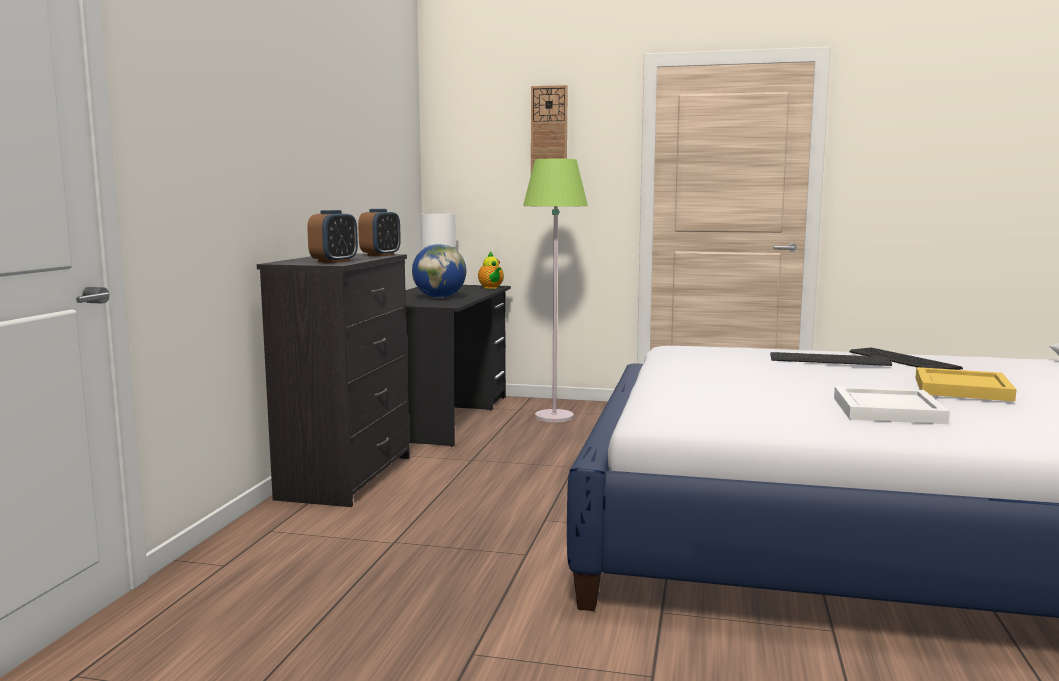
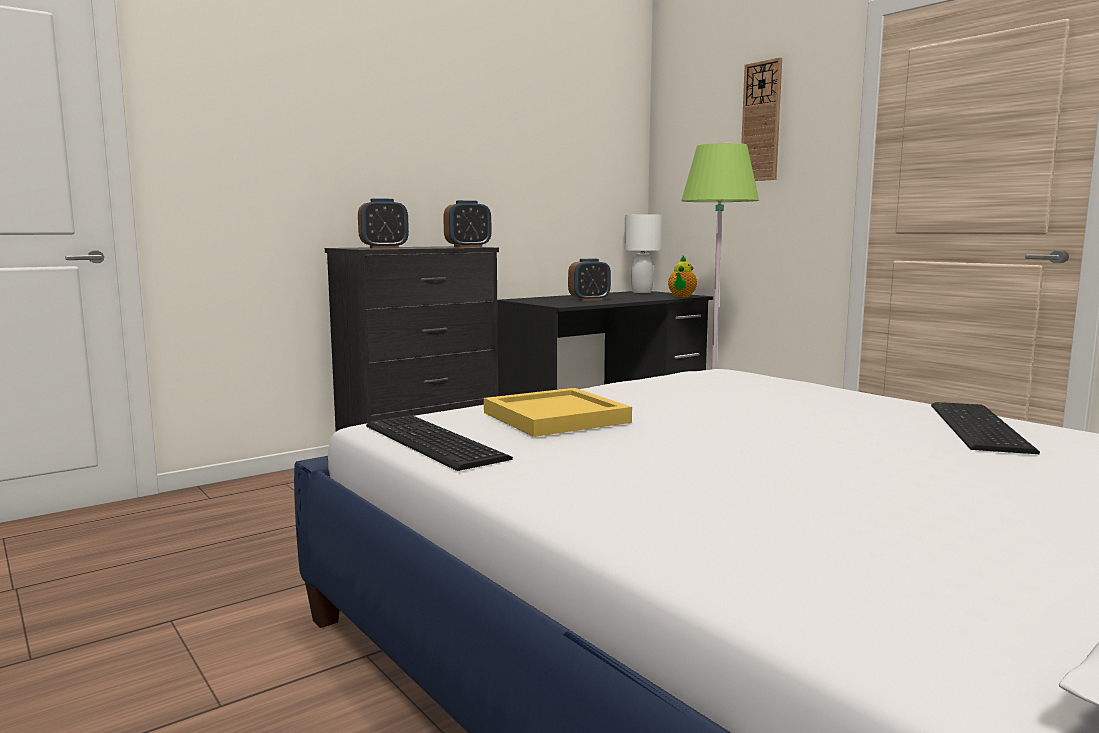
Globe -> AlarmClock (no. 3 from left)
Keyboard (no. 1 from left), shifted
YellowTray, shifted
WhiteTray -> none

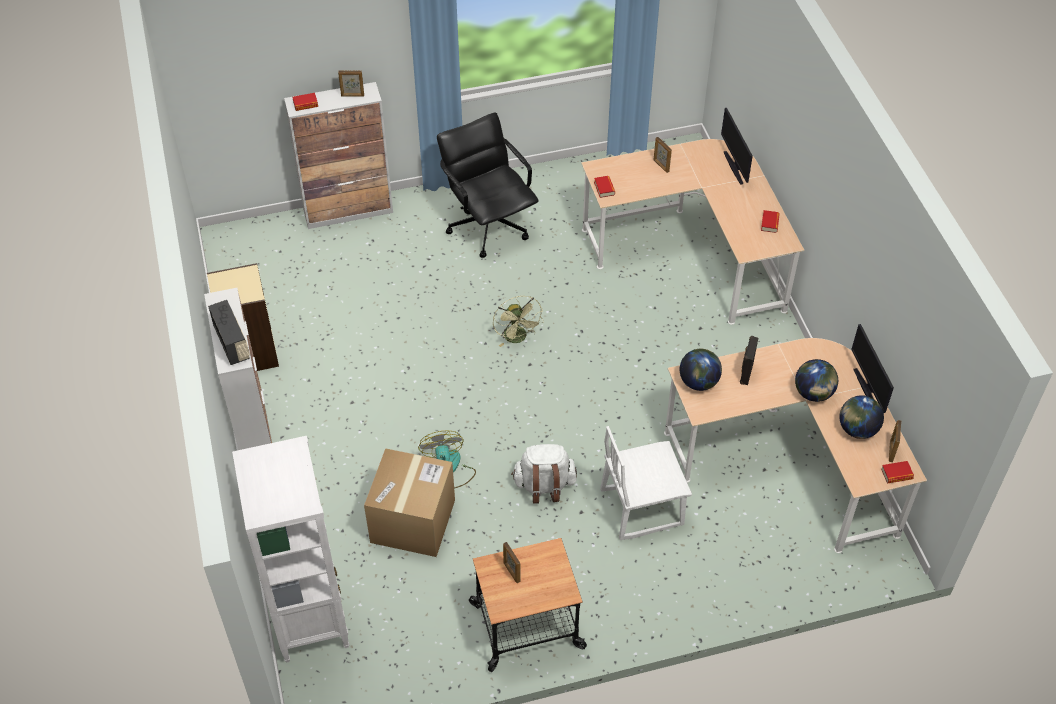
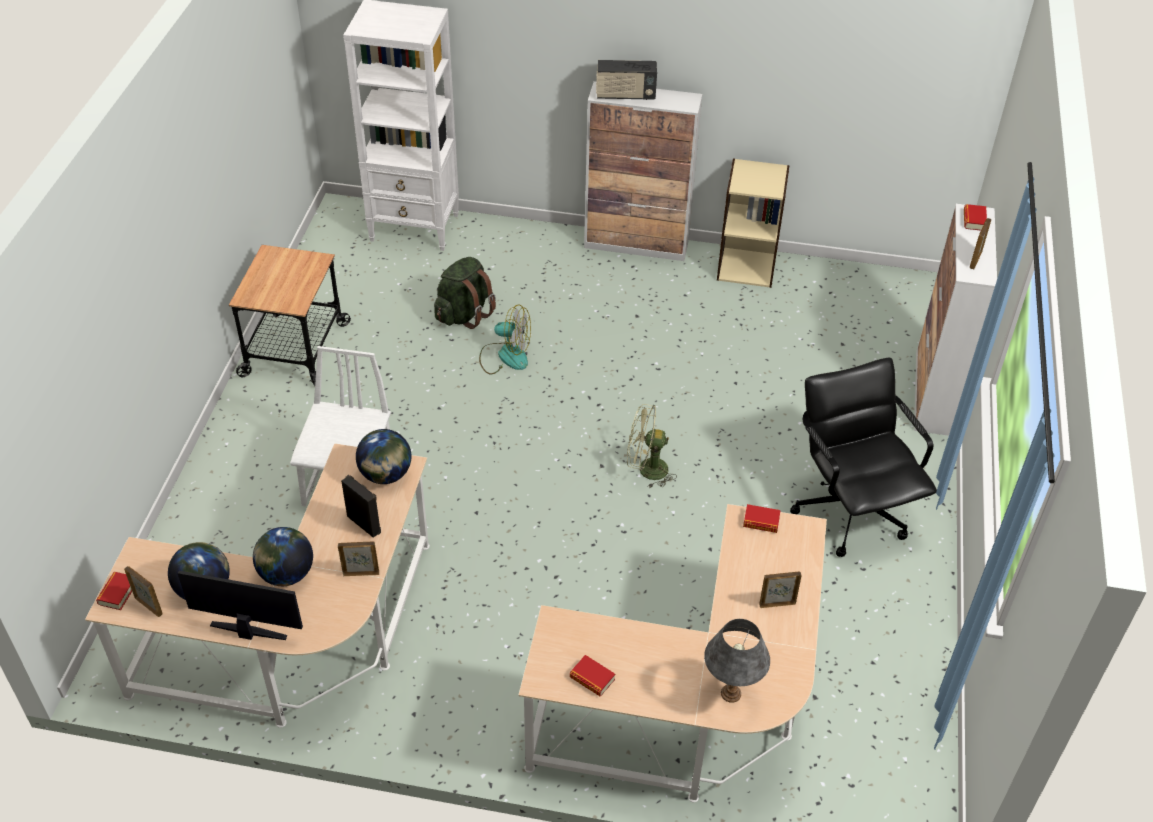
Monitor (no. 1 from left) -> GreyTableLamp
BlackOfficeChair, 105 degrees counterclockwise
WhiteBackpack -> none
CardboardBox -> GreenBackpack
PictureFrame (no. 2 from left), shifted

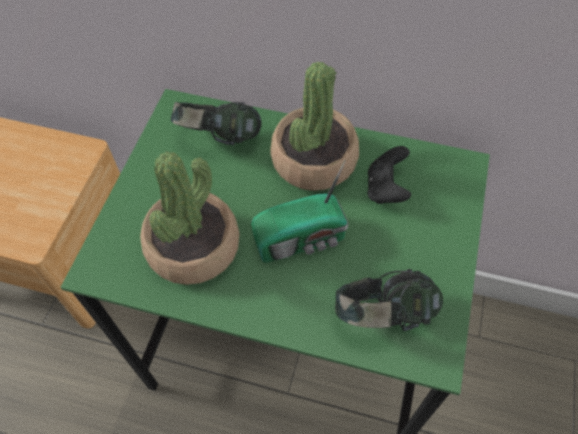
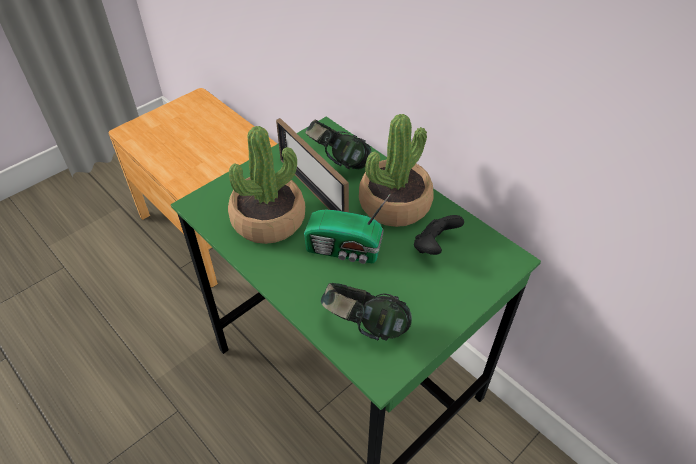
none -> PictureFrame

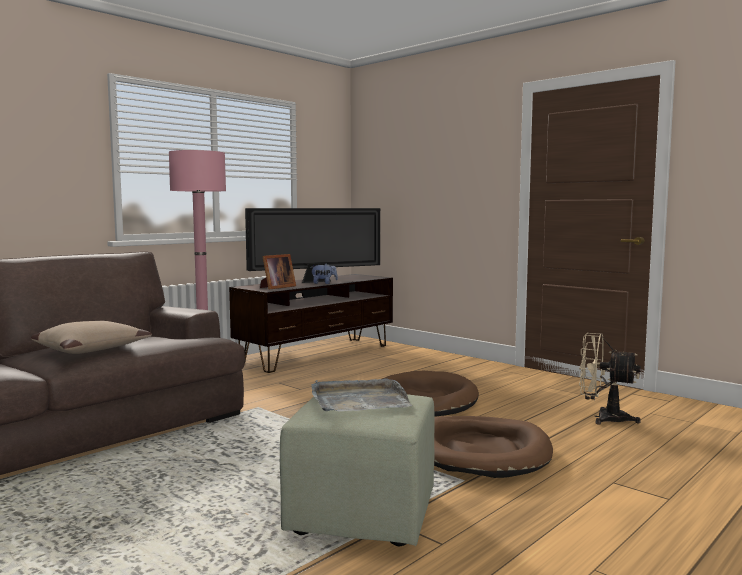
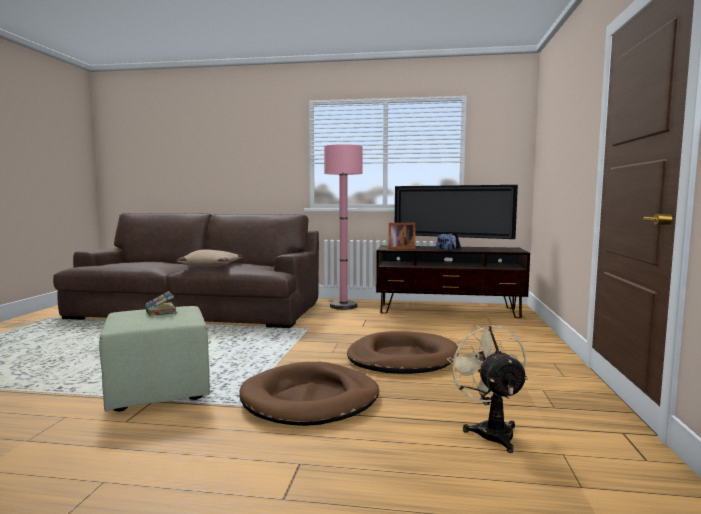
GreyTray -> Book

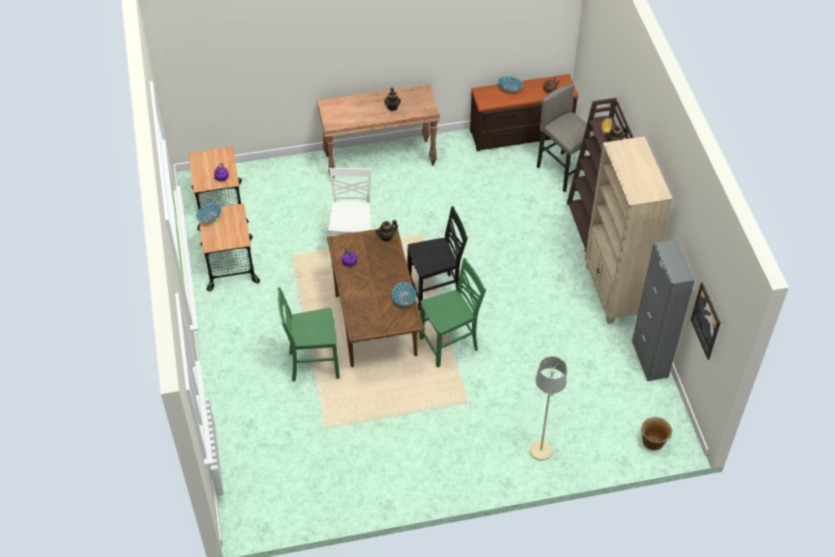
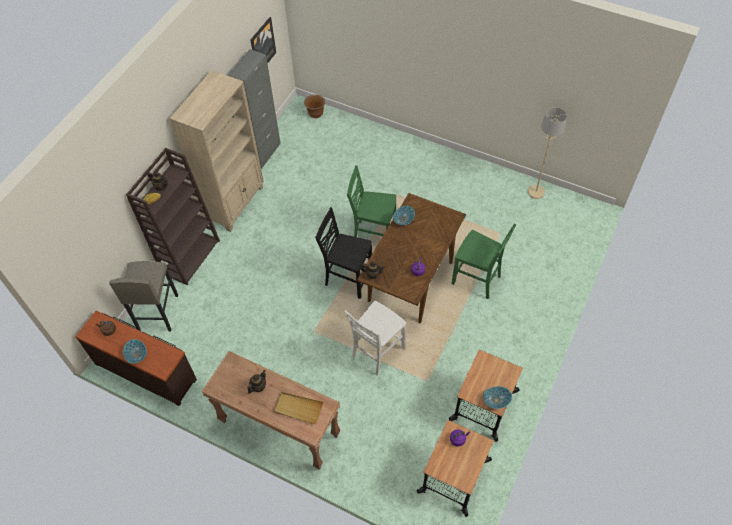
BeigeFloorLamp, shifted
none -> BeigeTray

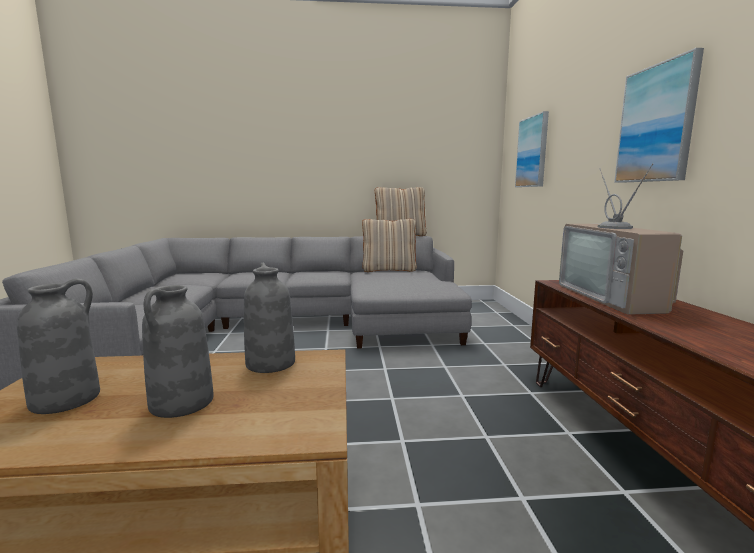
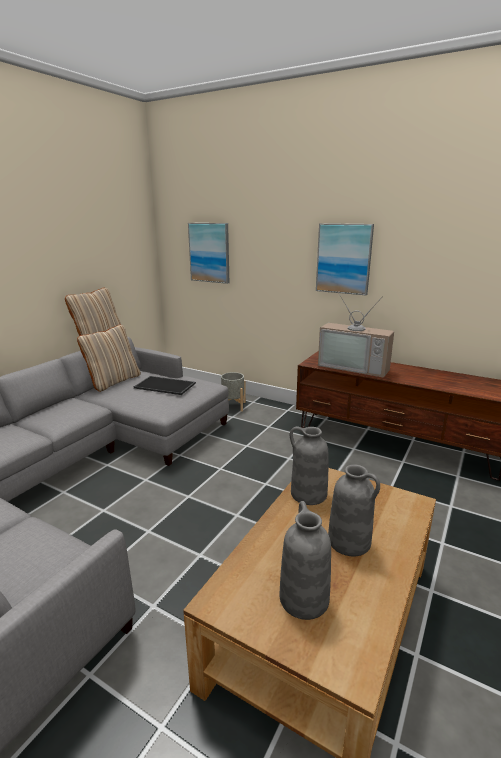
none -> GreyPlanter
none -> Tray

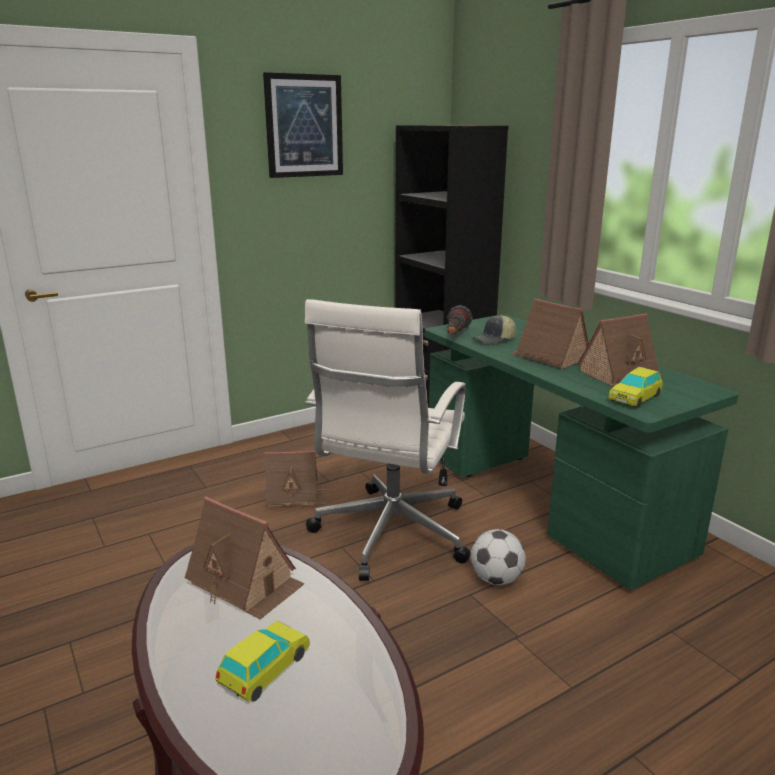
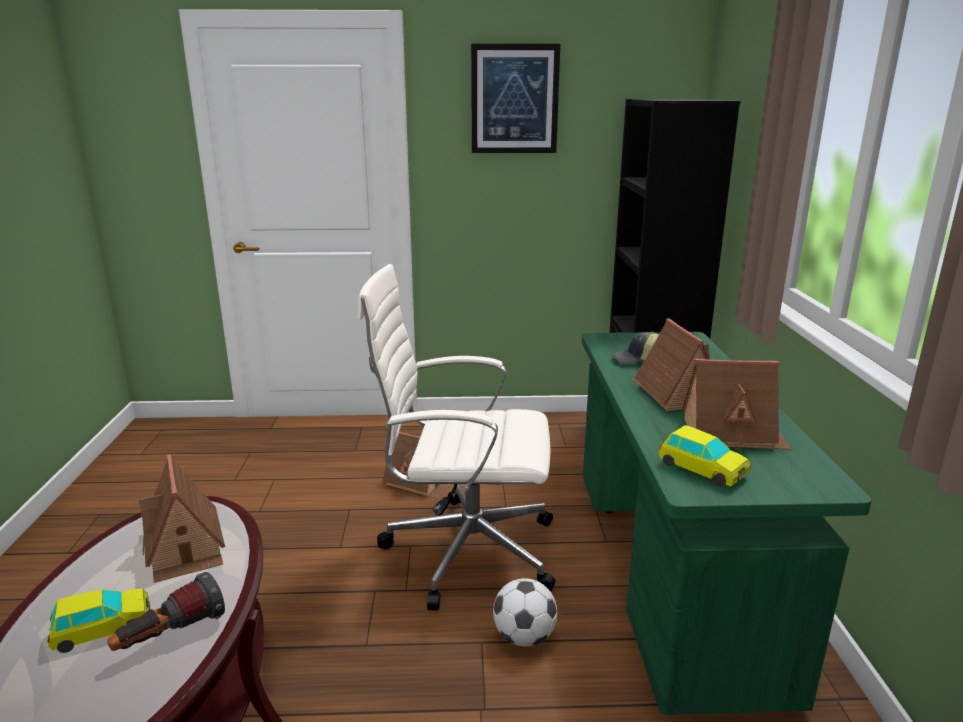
WhiteOfficeChair, 45 degrees clockwise
Flashlight, shifted
ToyCar (no. 2 from left), 120 degrees counterclockwise

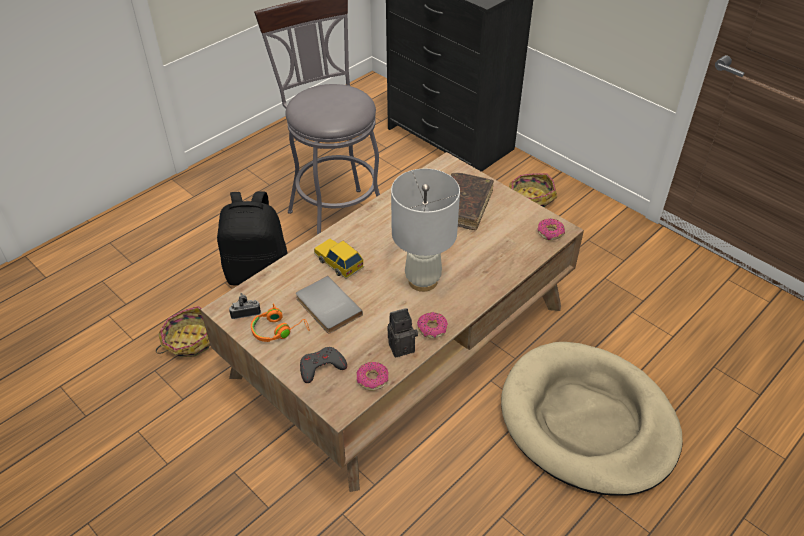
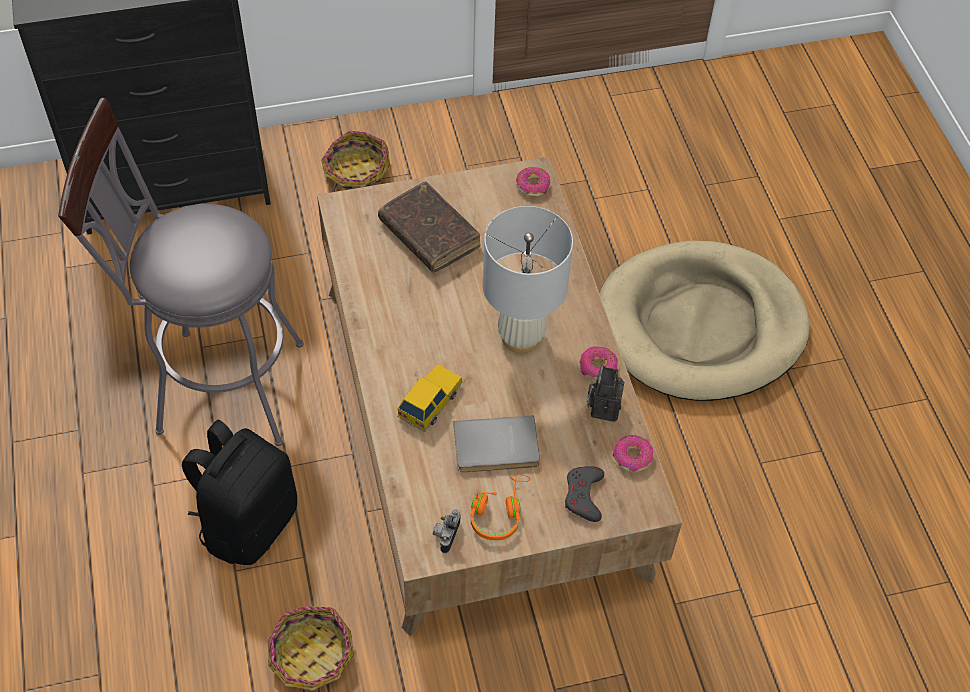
ToyCar, 135 degrees clockwise

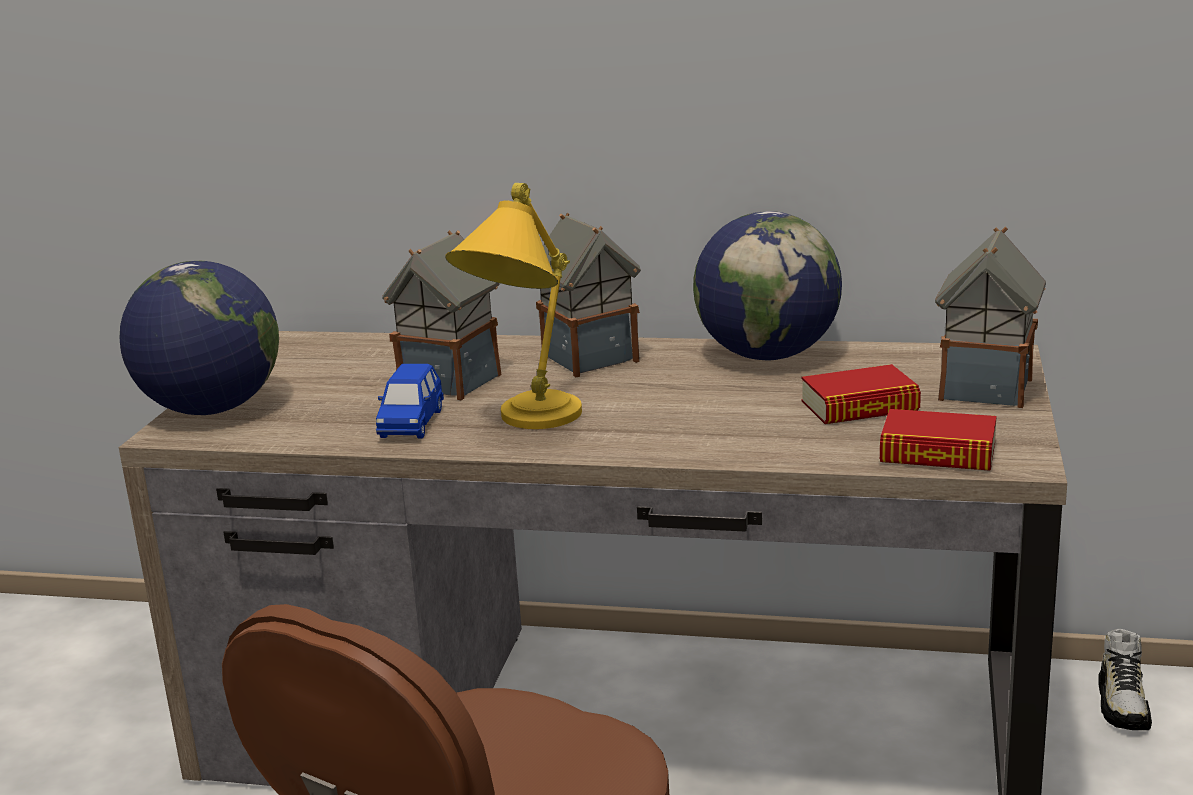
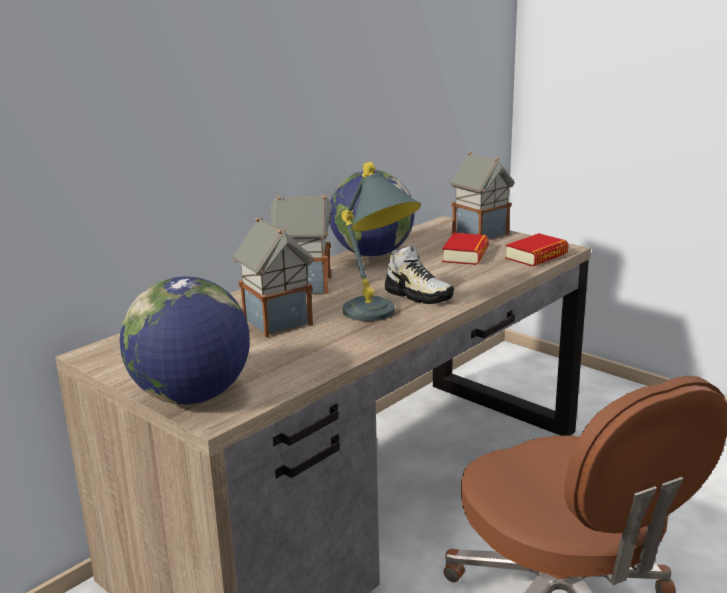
YellowTableLamp -> GreyTableLamp
BlueToyCar -> none
Shoe, shifted

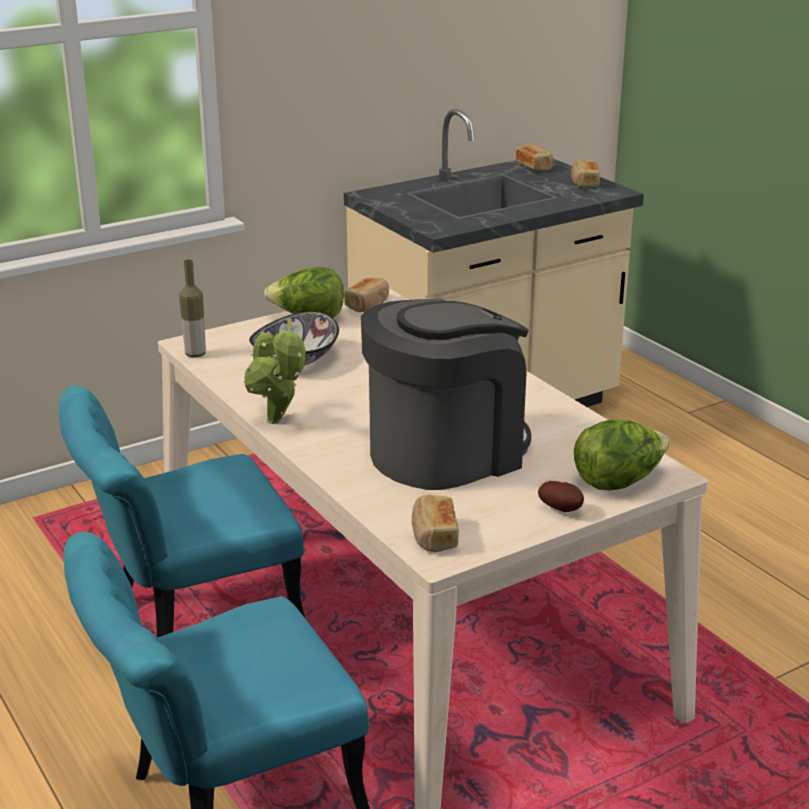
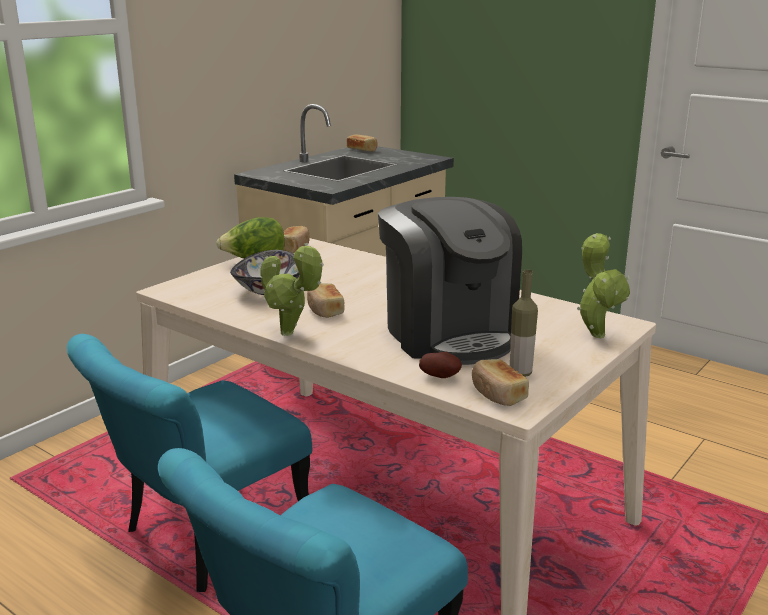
Bread (no. 4 from left in the first image) -> Bread (no. 2 from left), shifted
Bottle, shifted
CoffeeMachine, 120 degrees clockwise
Lettuce (no. 2 from left) -> PottedPlant (no. 2 from left)
Potato, shifted

